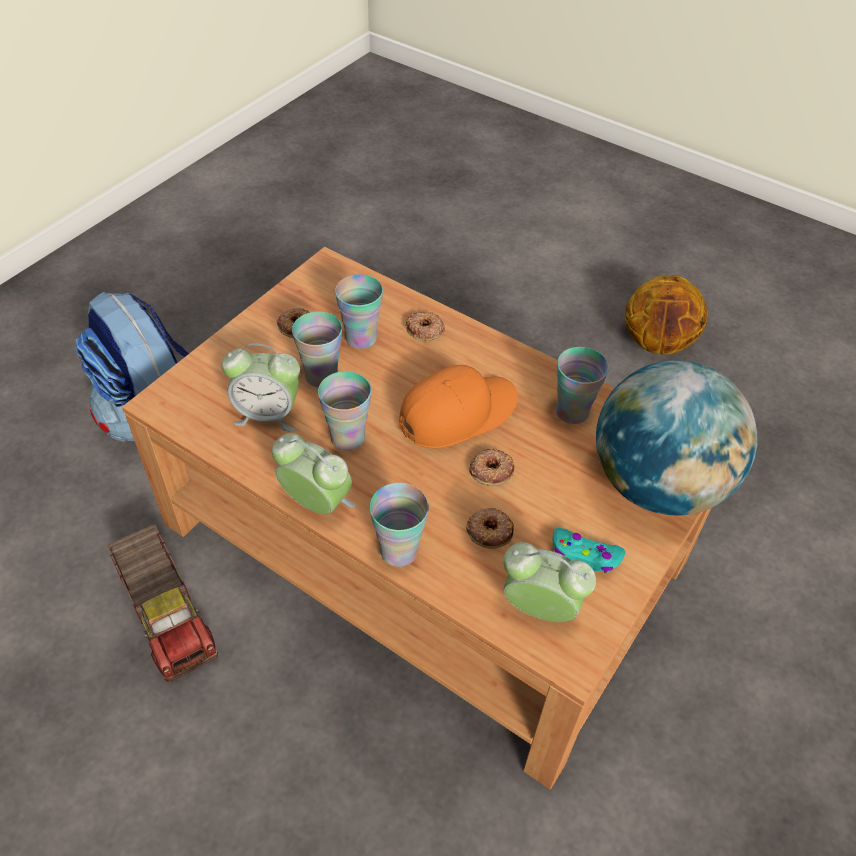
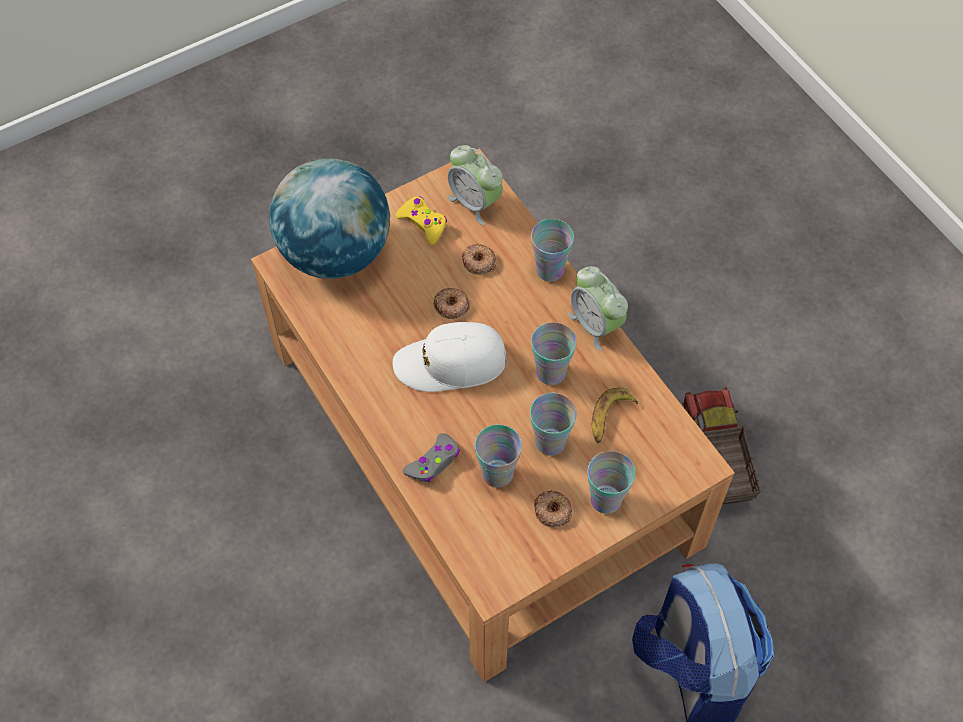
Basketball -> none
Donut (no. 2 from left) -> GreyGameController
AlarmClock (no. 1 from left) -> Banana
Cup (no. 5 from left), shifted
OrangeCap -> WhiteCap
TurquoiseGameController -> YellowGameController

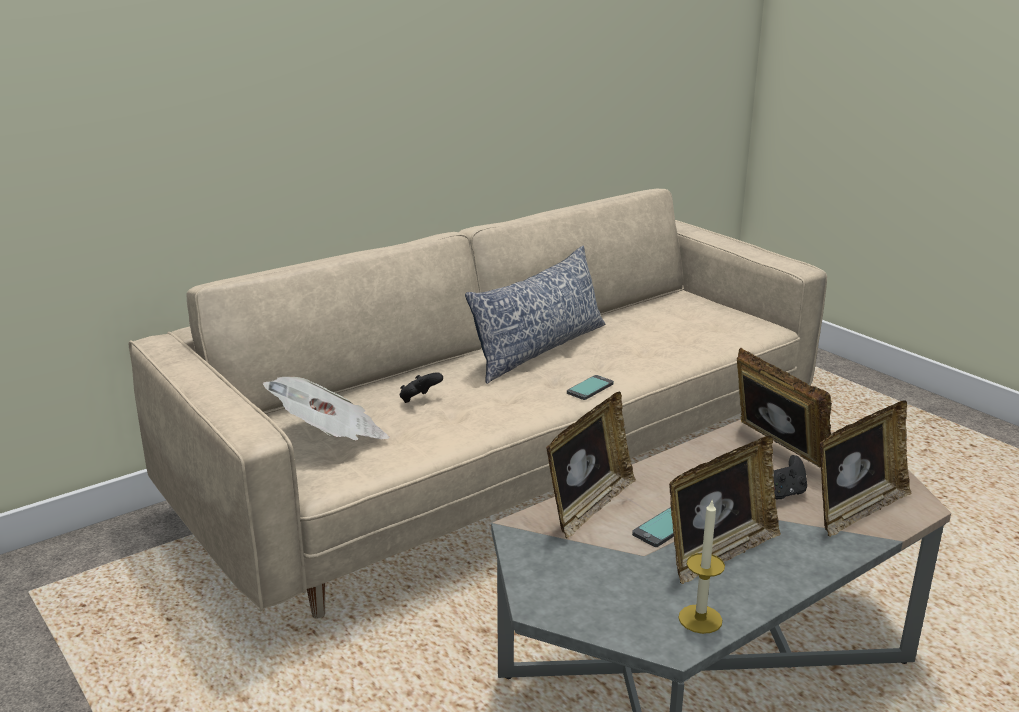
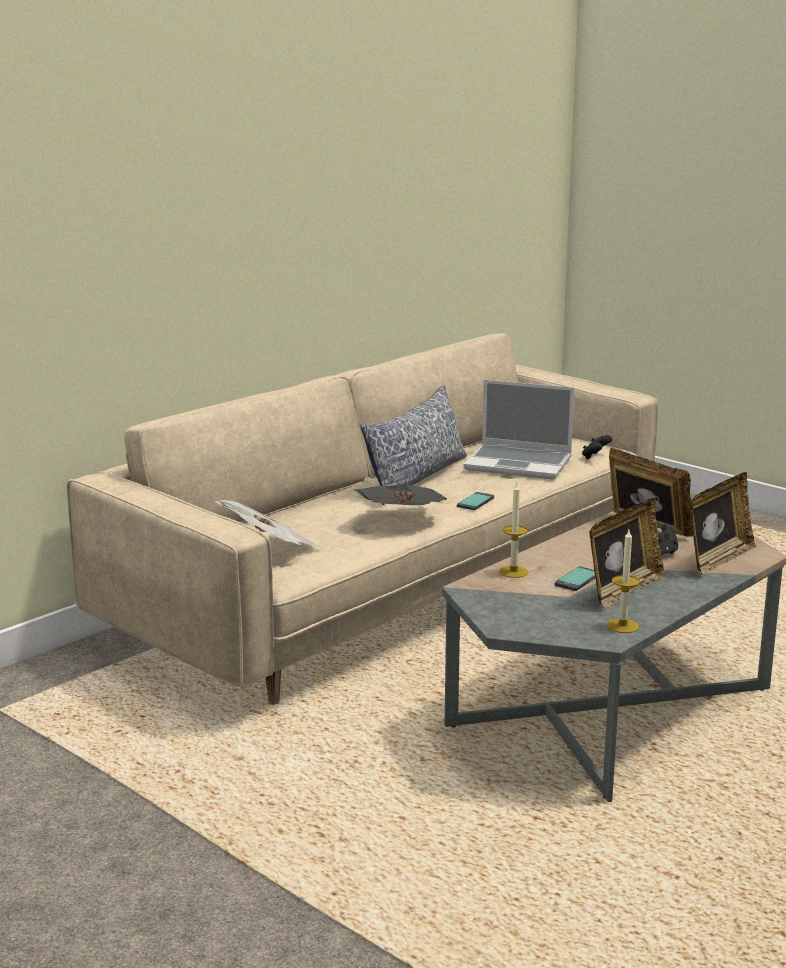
BlackGameController (no. 1 from left), shifted
PictureFrame (no. 1 from left) -> Candle (no. 1 from left)
none -> Laptop
none -> Newspaper (no. 2 from left)

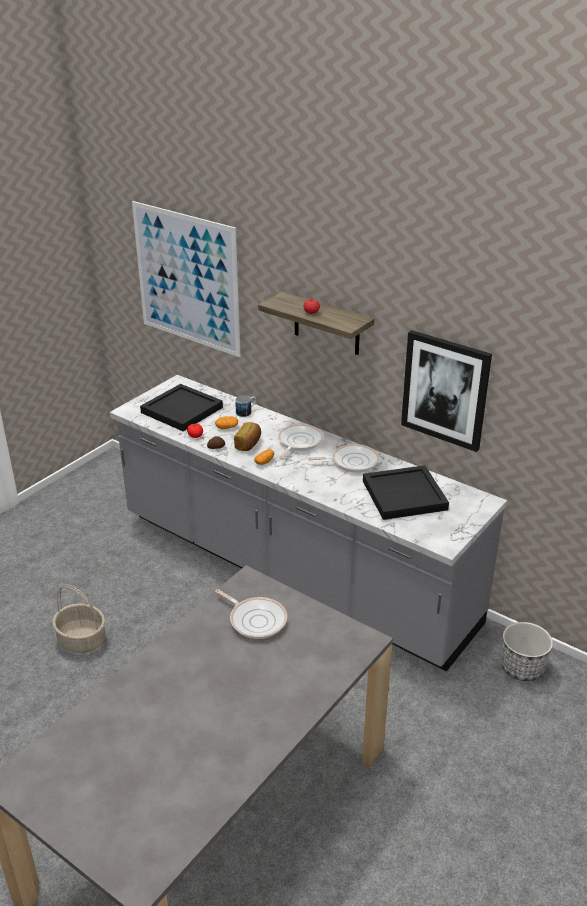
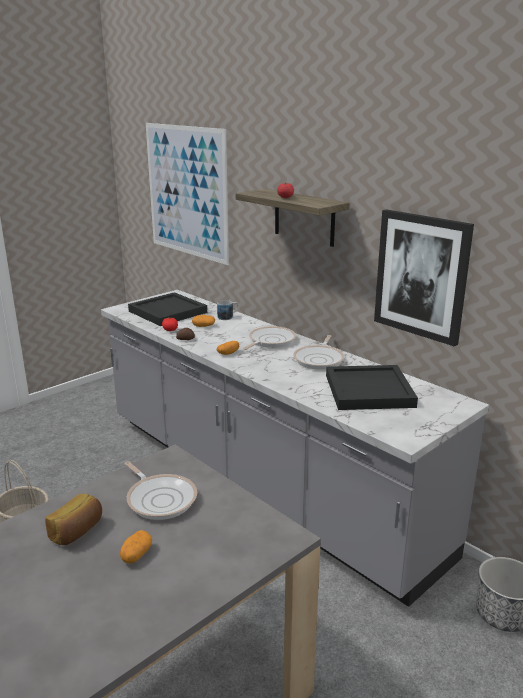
Bread, shifted
FryingPan (no. 3 from left), 105 degrees clockwise
none -> Potato (no. 1 from left)

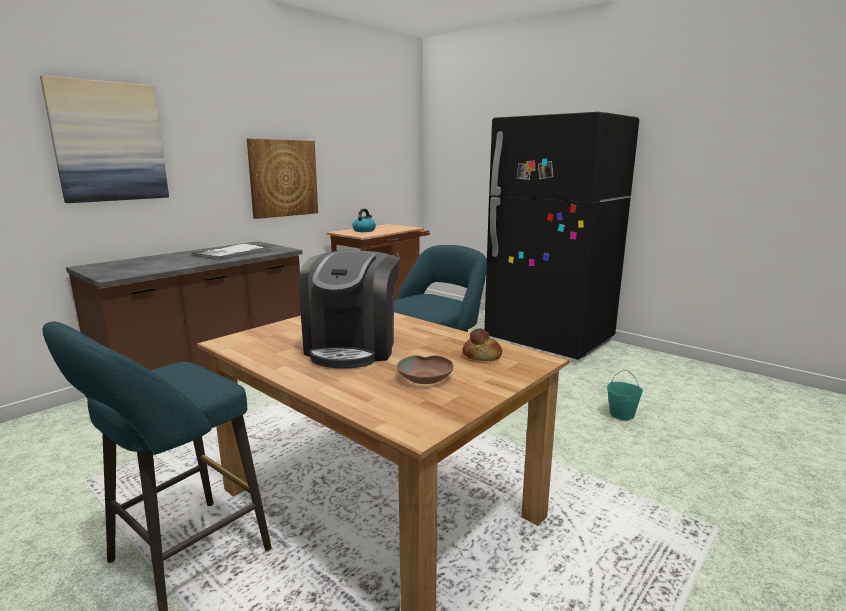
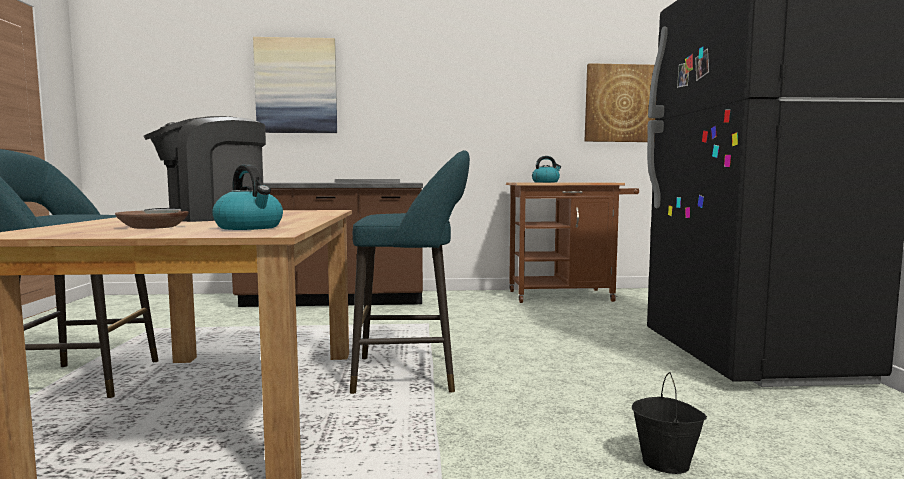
Picture (no. 2 from left), shifted
Bread -> Kettle (no. 1 from left)
TurquoiseBucket -> BlackBucket

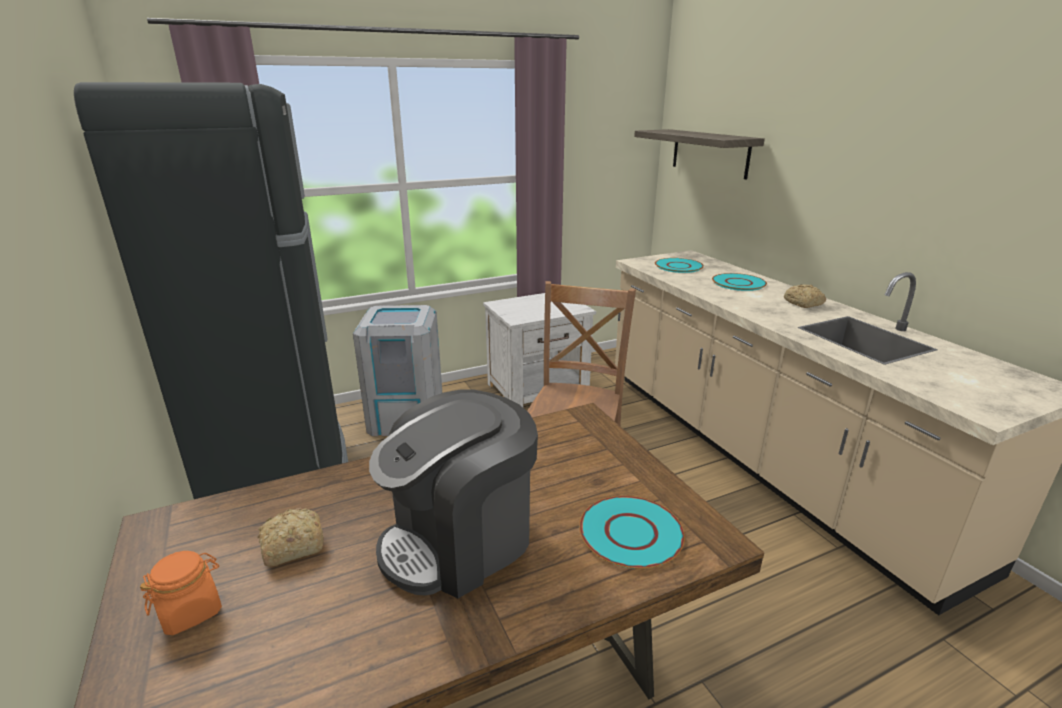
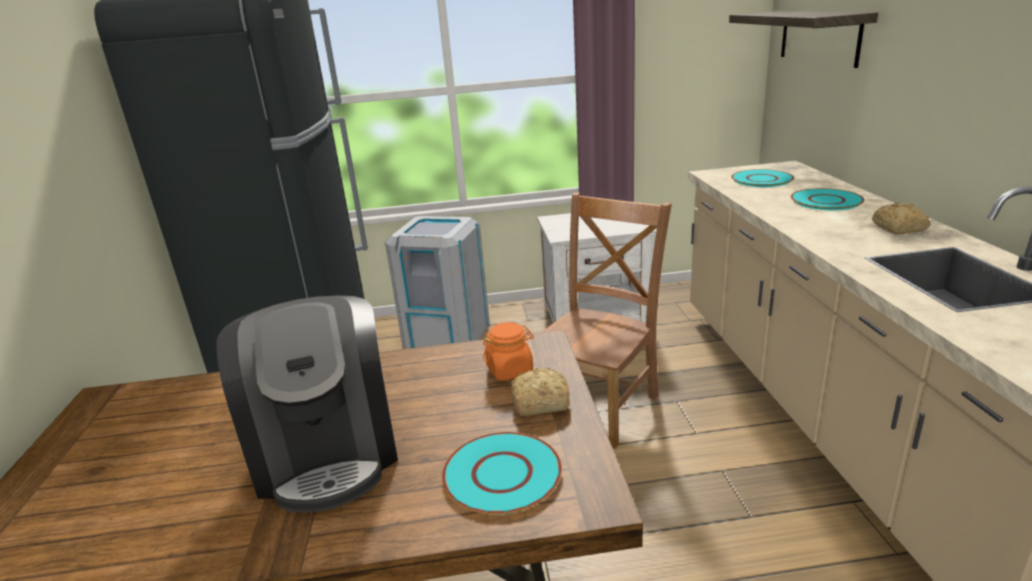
CoffeeMachine, 90 degrees counterclockwise
Bread (no. 1 from left), shifted
OrangeJar, shifted

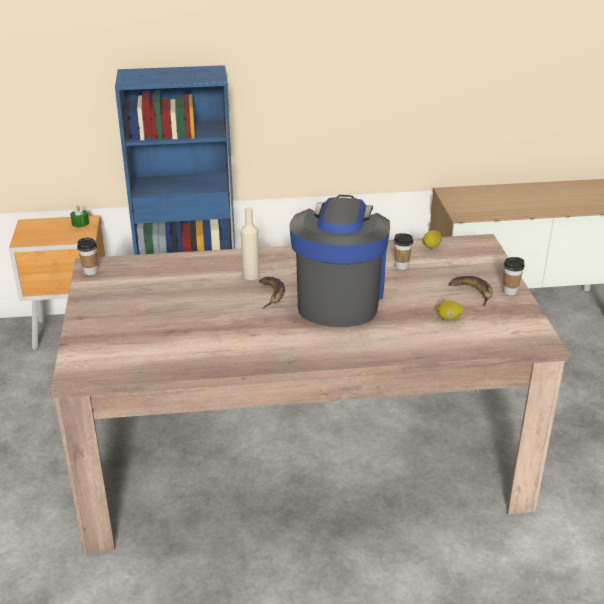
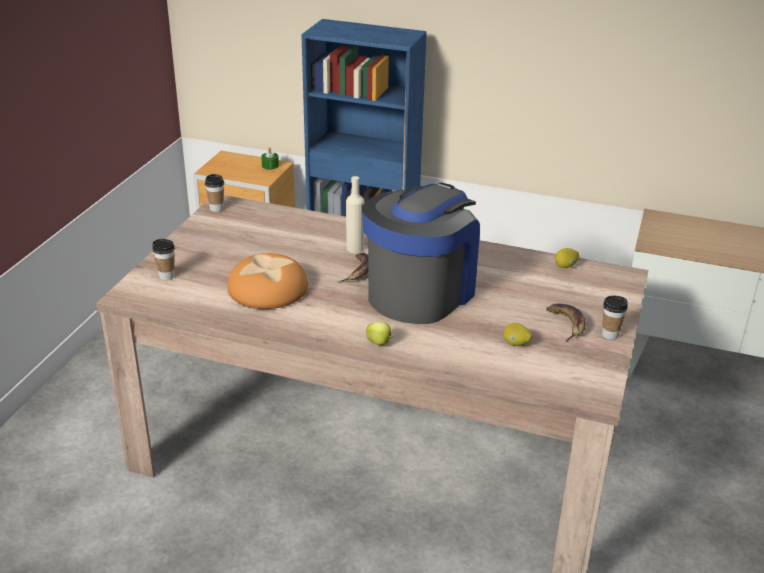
Cup (no. 2 from left in the first image) -> Cup (no. 1 from left), shifted
none -> Bread
none -> Apple

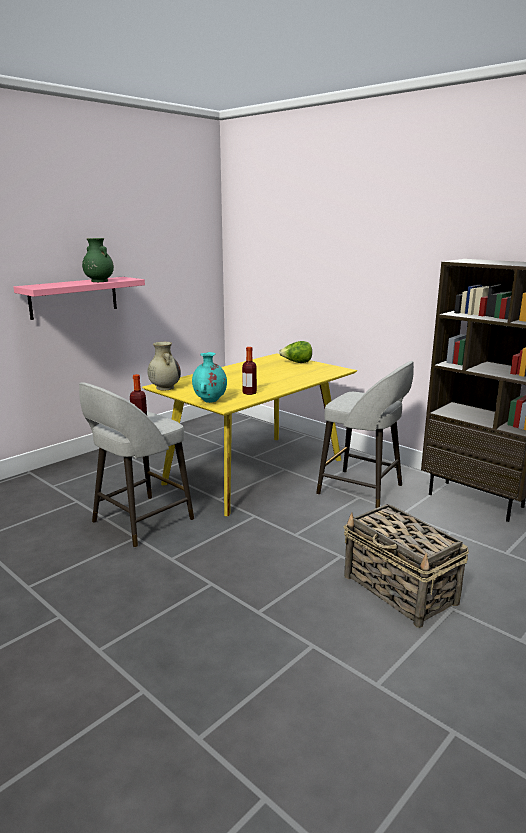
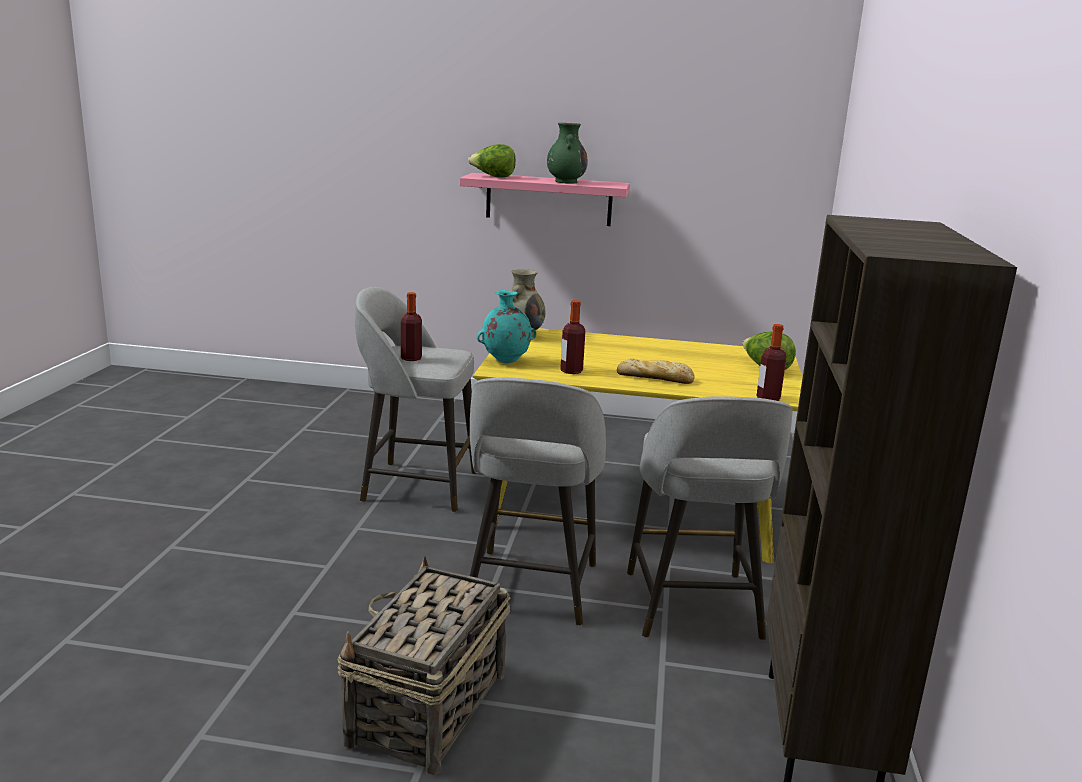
none -> Lettuce (no. 1 from left)
none -> Bottle (no. 3 from left)
none -> Bread
none -> GreyStool (no. 2 from left)

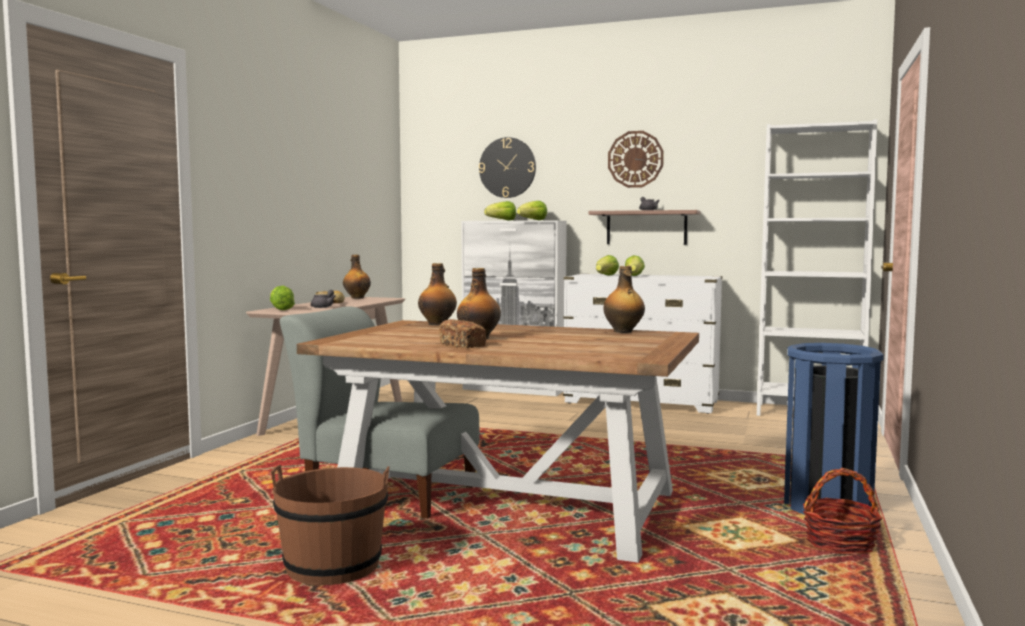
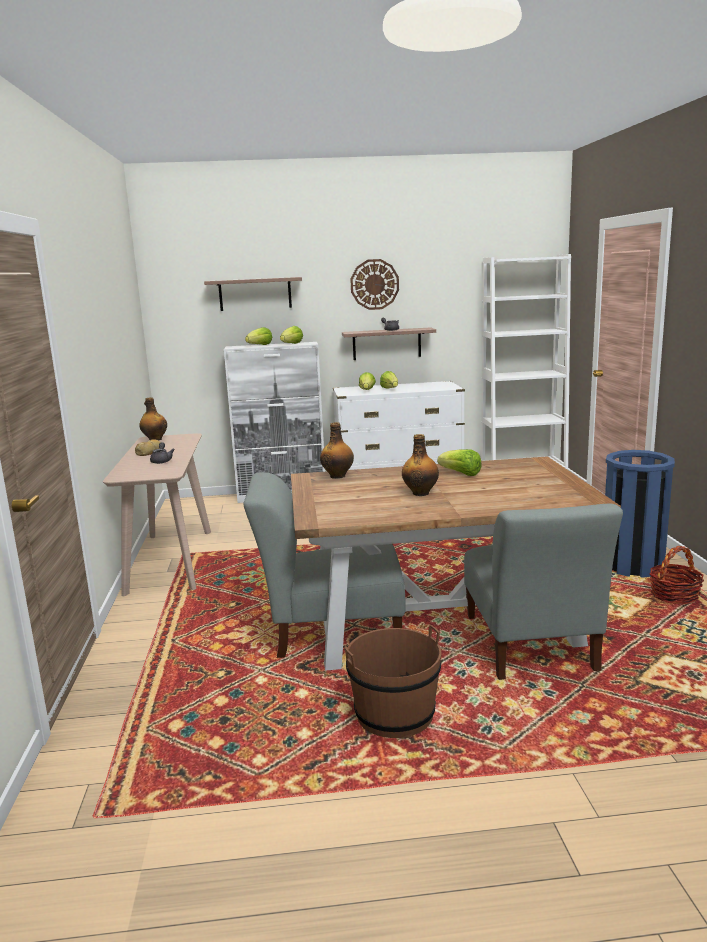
WallClock (no. 1 from left) -> Shelf (no. 1 from left)
Bottle (no. 4 from left) -> none
Lettuce (no. 1 from left in the first image) -> Lettuce (no. 5 from left), shifted
Bread (no. 2 from left) -> none
none -> GreyChair (no. 2 from left)

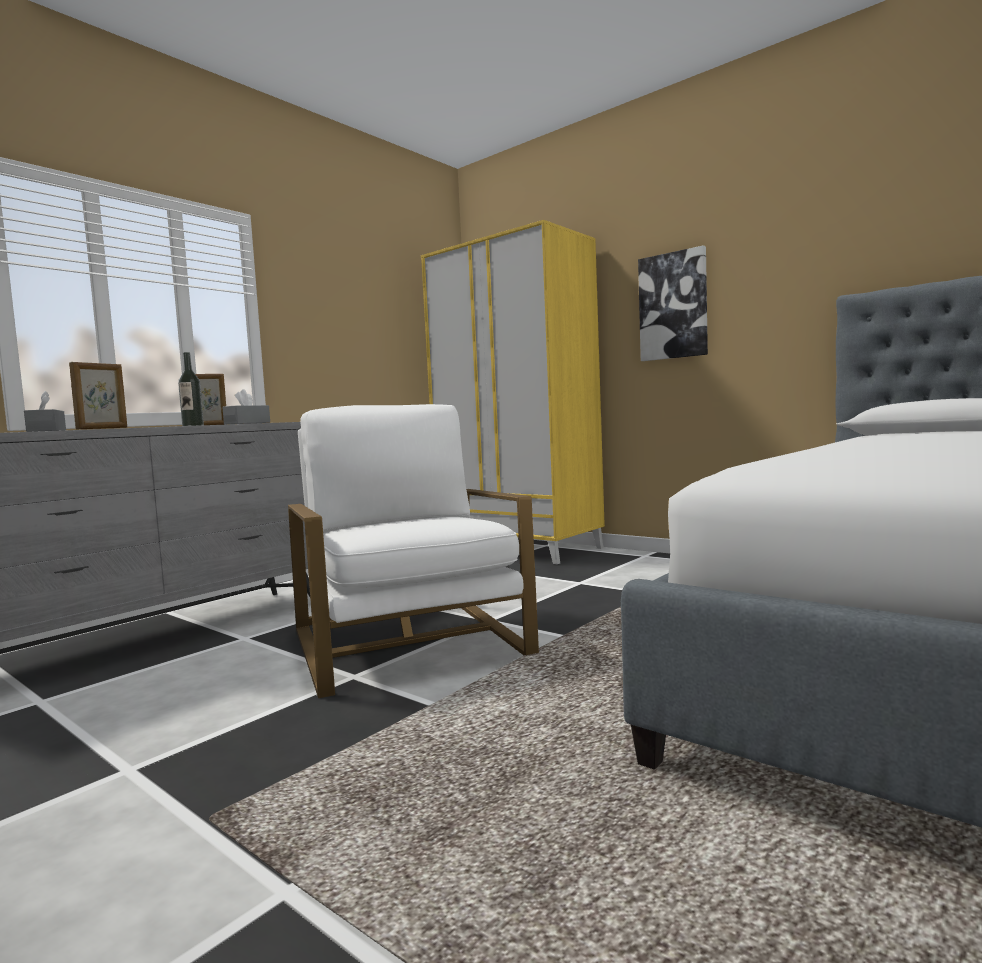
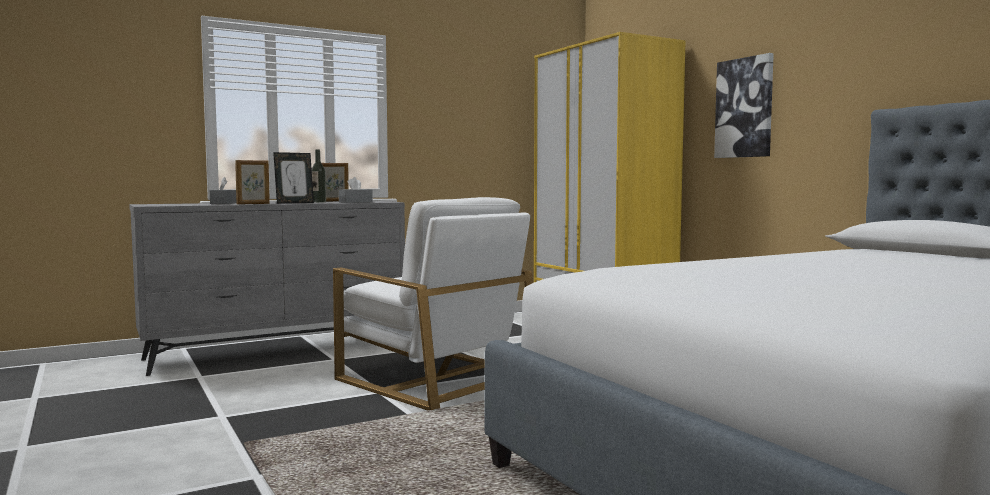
WhiteArmchair, 135 degrees clockwise
none -> PictureFrame (no. 2 from left)

